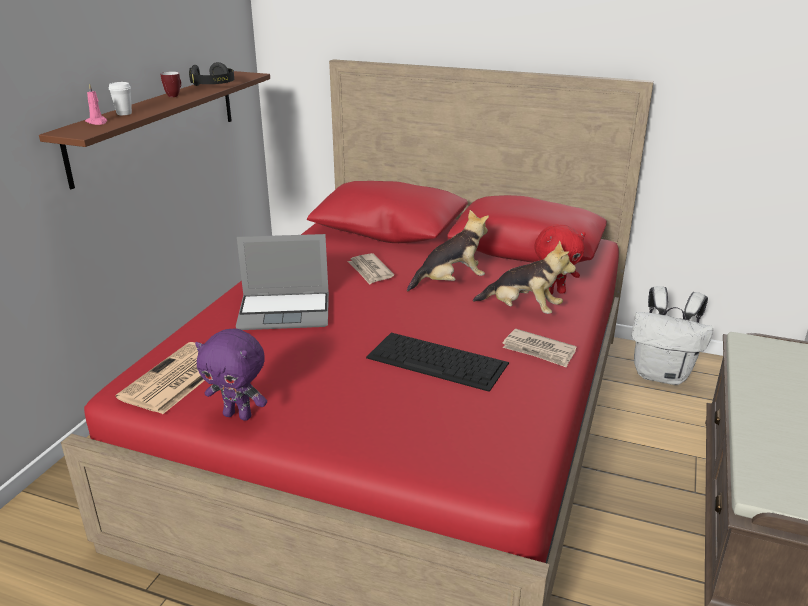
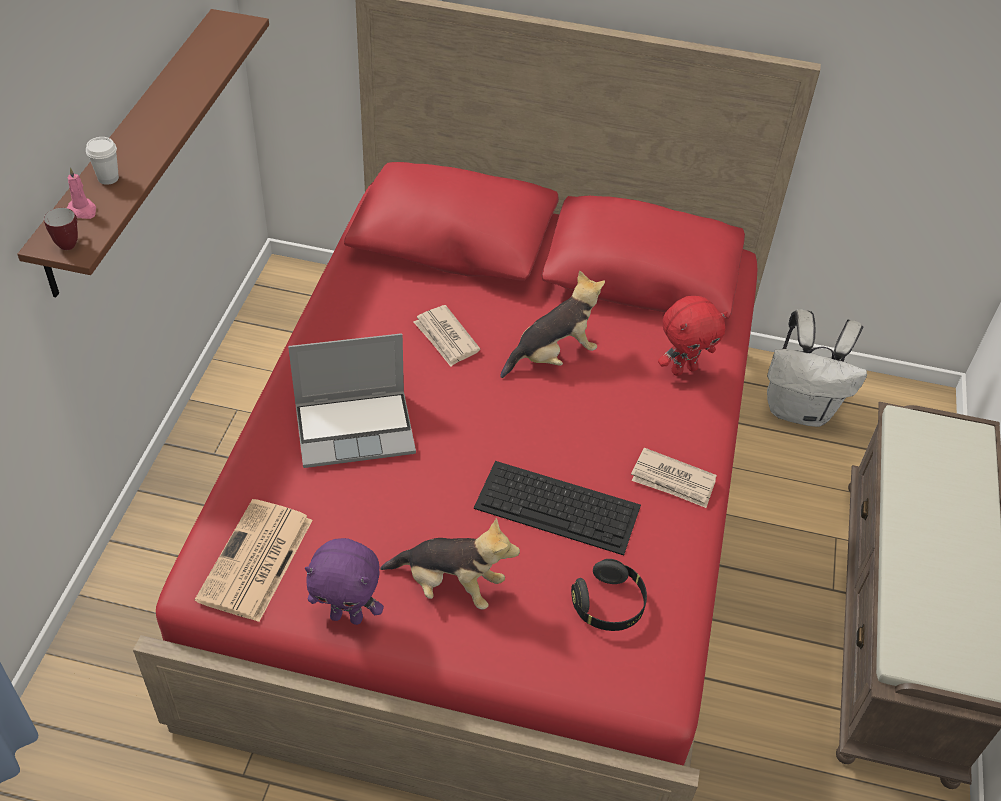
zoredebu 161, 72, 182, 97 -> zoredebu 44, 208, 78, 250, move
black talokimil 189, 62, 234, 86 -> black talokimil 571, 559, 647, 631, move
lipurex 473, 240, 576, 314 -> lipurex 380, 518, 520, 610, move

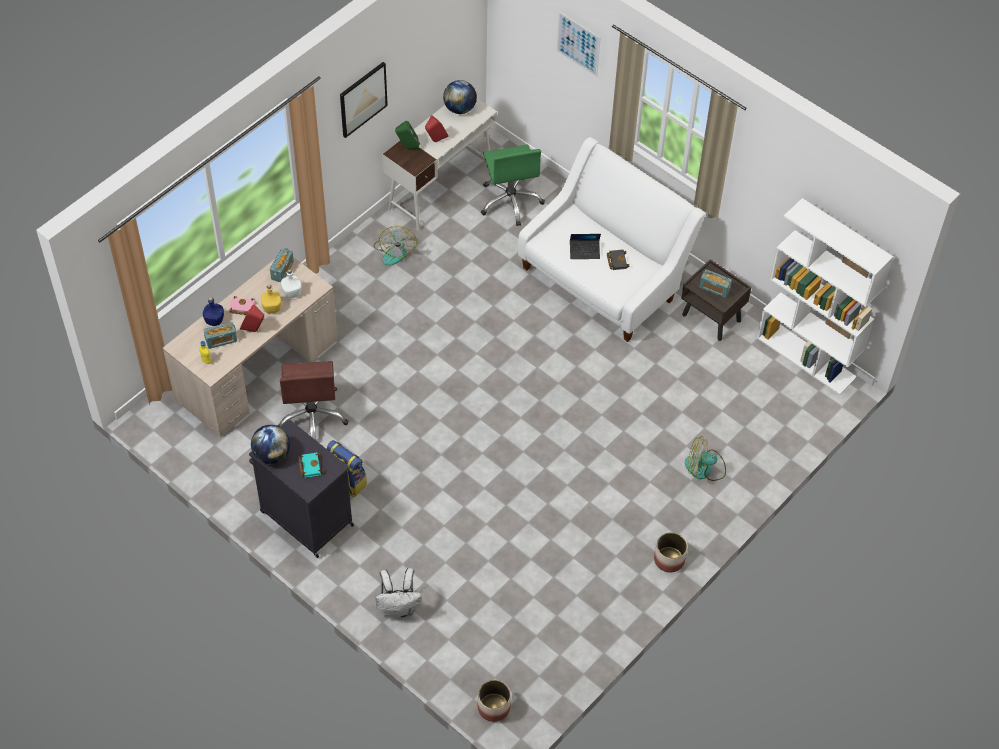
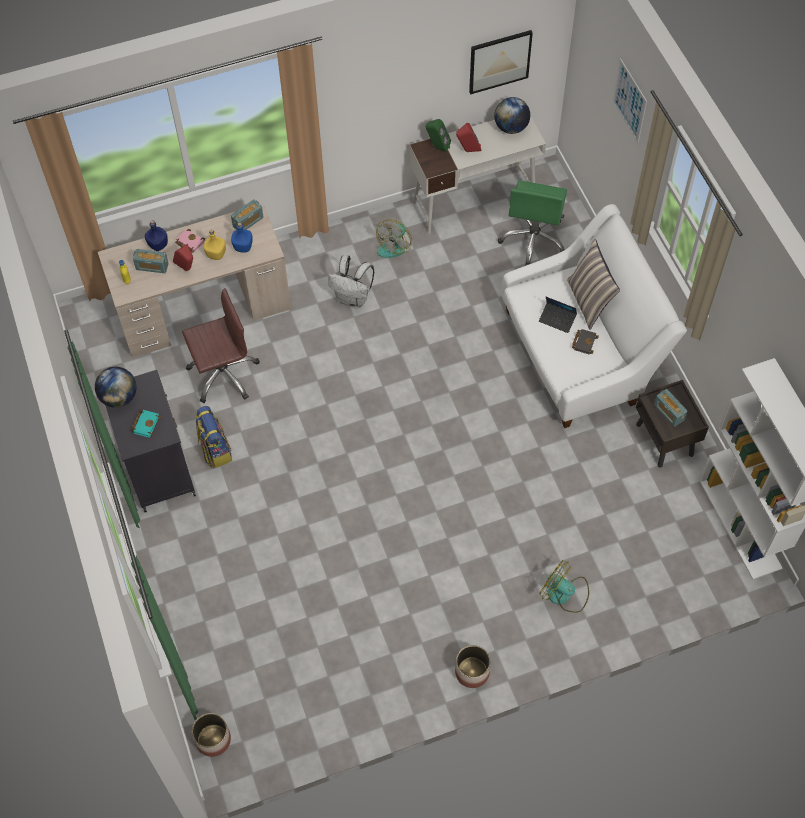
none -> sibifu 567, 239, 620, 330
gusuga 340, 62, 388, 138 -> gusuga 469, 30, 533, 94, move
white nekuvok 376, 568, 422, 619 -> white nekuvok 328, 255, 374, 309, move
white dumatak 281, 269, 301, 298 -> blue dumatak 231, 222, 252, 253
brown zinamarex 277, 361, 349, 440 -> brown zinamarex 182, 288, 260, 403, 135 degrees counterclockwise

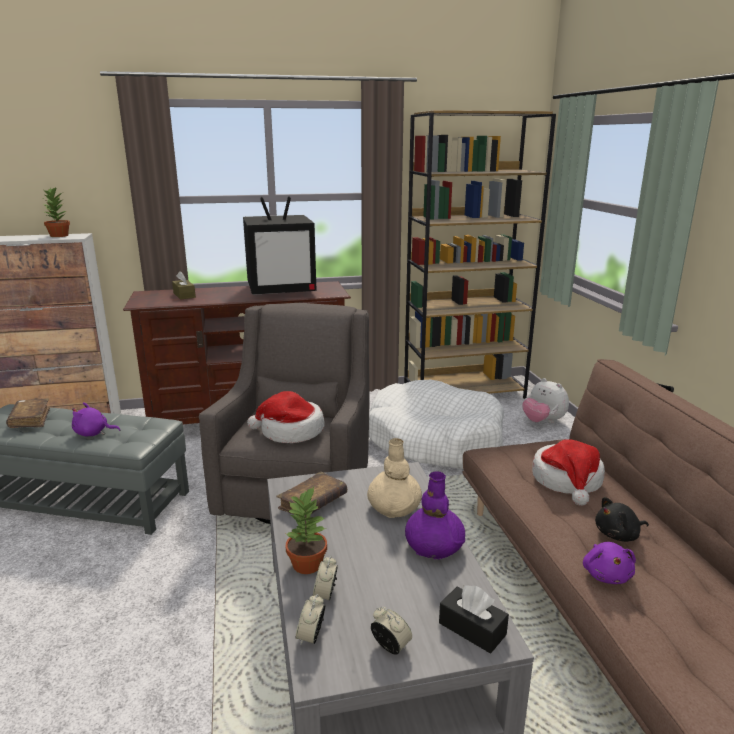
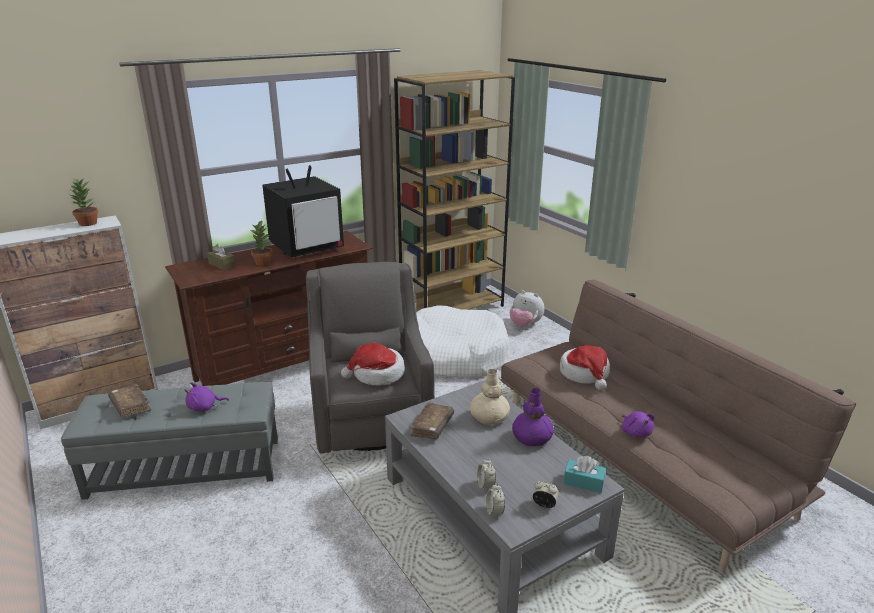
black lipurex 595, 497, 649, 542 -> none
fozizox 284, 487, 327, 574 -> fozizox 250, 220, 273, 265, move
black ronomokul 439, 585, 509, 654 -> turquoise ronomokul 563, 456, 606, 493

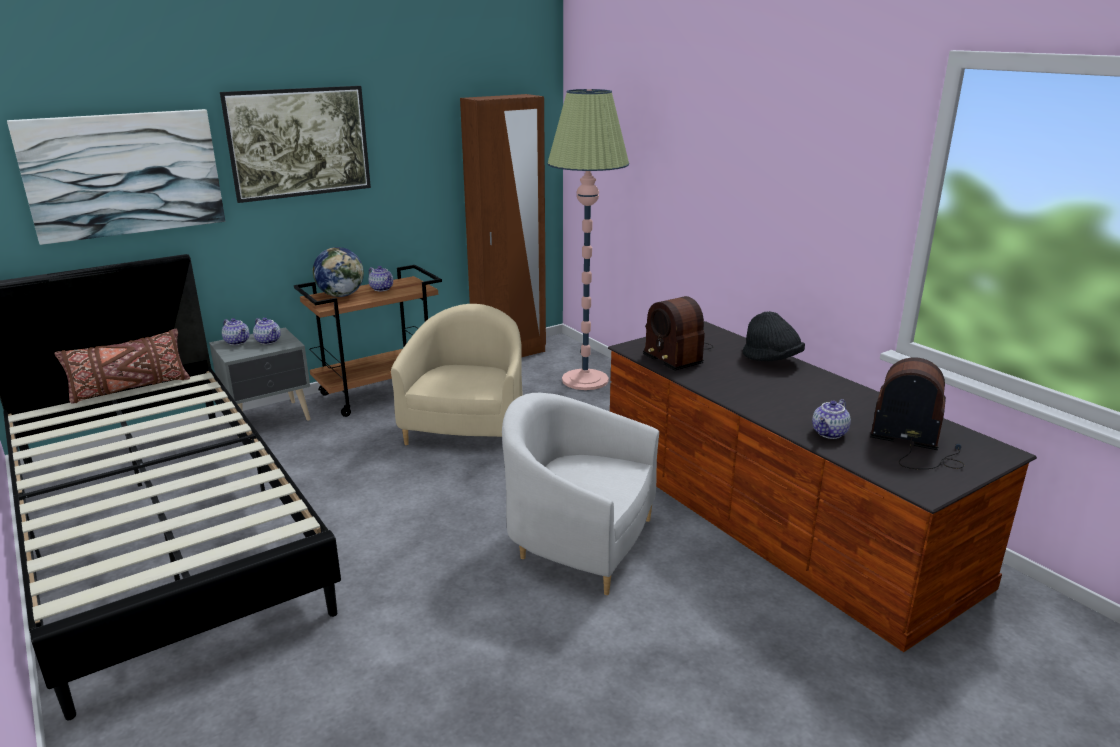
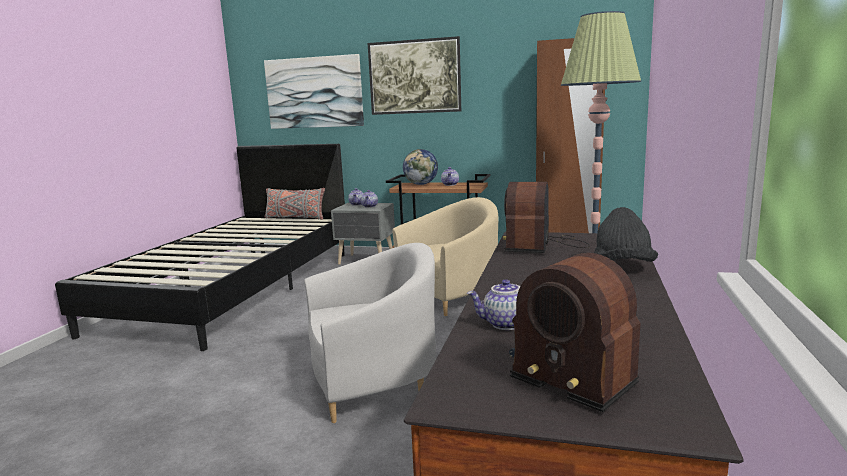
brown sibifu 54, 329, 190, 403 -> grey sibifu 265, 188, 325, 220
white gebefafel 502, 393, 659, 595 -> white gebefafel 304, 243, 436, 423, 90 degrees clockwise
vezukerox 870, 357, 964, 469 -> vezukerox 509, 253, 640, 412, 150 degrees clockwise

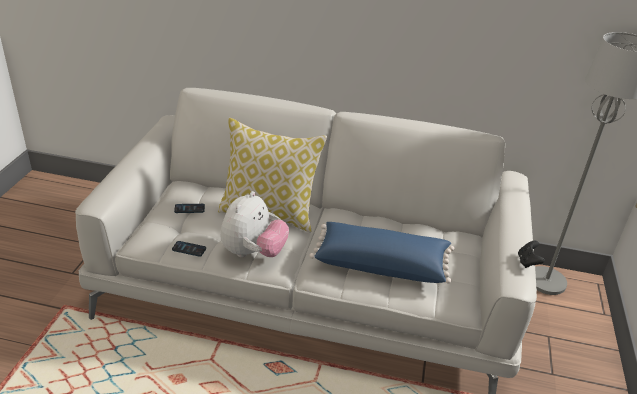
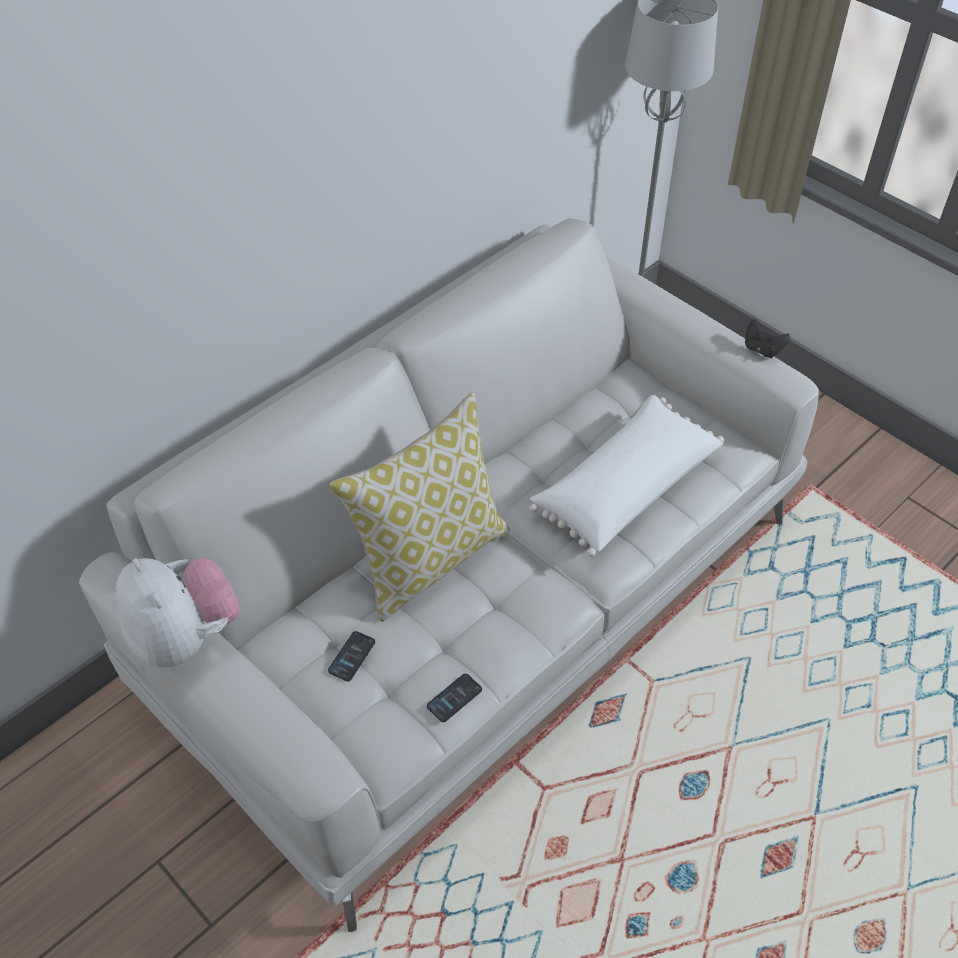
lipurex 221, 191, 289, 257 -> lipurex 115, 558, 240, 667, move
blue sibifu 309, 222, 454, 284 -> white sibifu 529, 395, 724, 557

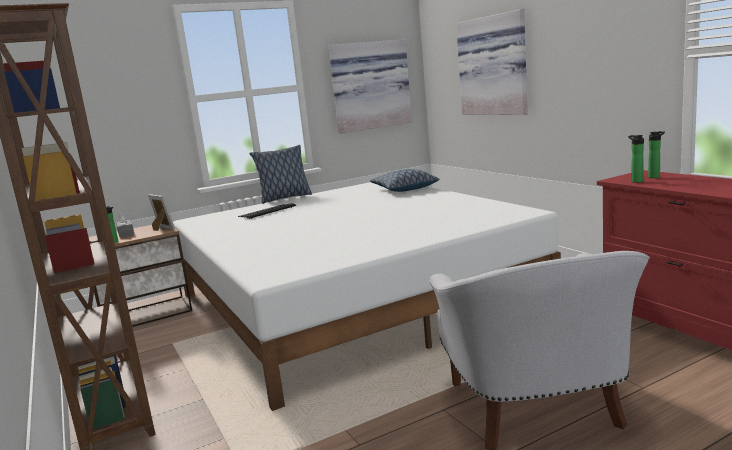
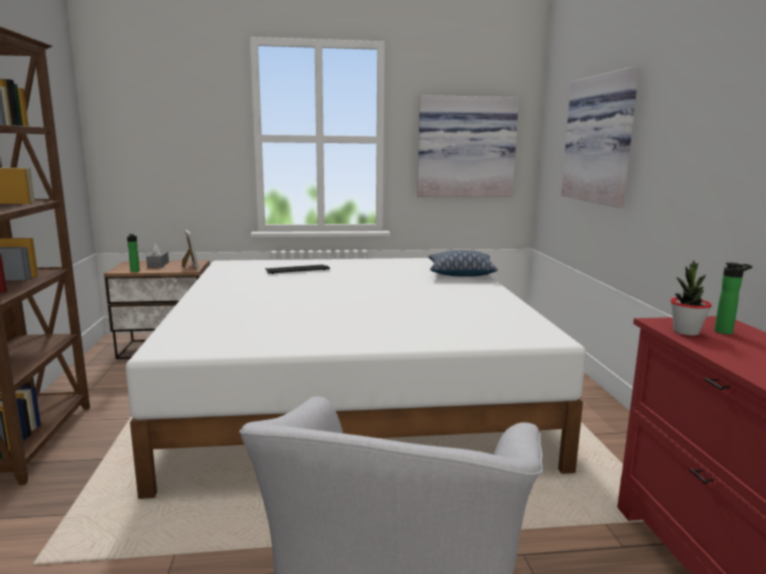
sibifu 250, 145, 312, 204 -> none
dumatak 628, 135, 644, 183 -> fozizox 670, 261, 712, 336

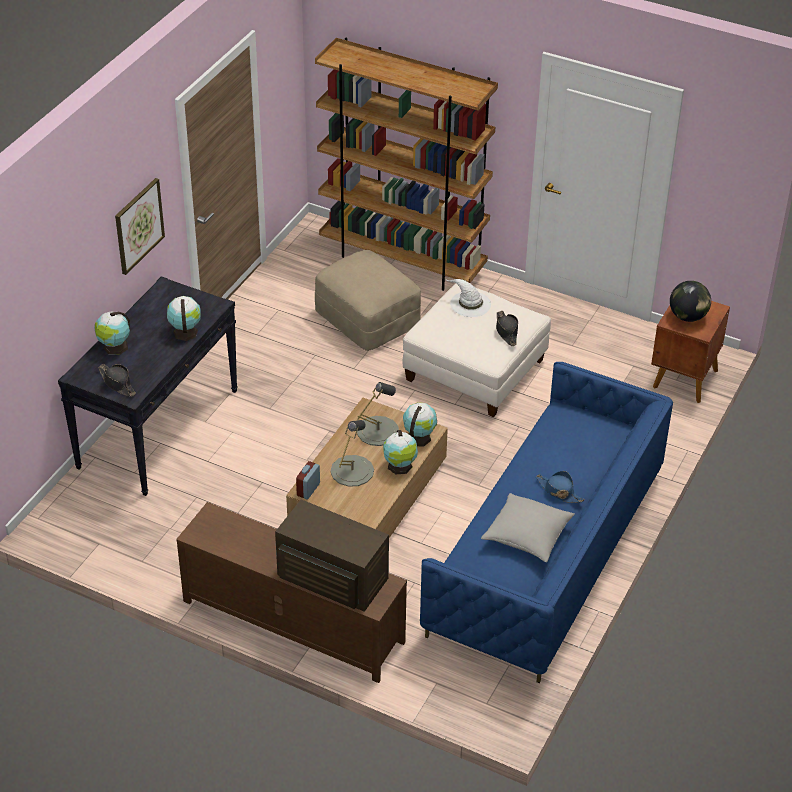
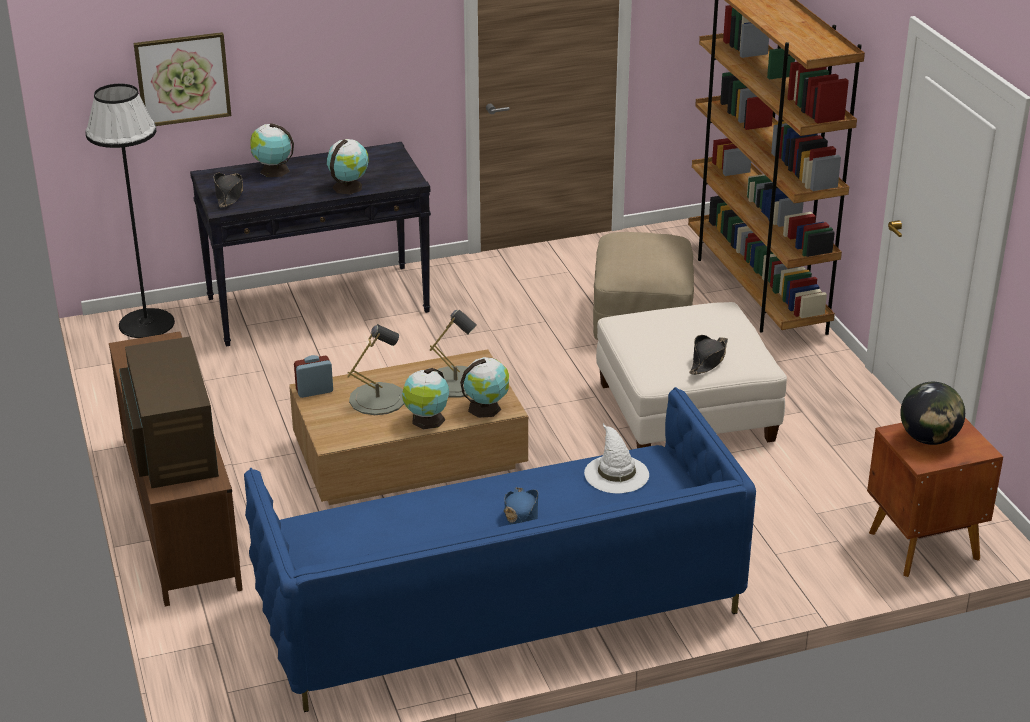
grey sibifu 481, 493, 575, 562 -> none
none -> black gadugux 86, 84, 175, 338
gusuga 115, 178, 165, 275 -> gusuga 134, 32, 231, 126, move
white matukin 445, 279, 491, 317 -> white matukin 584, 423, 649, 493, move

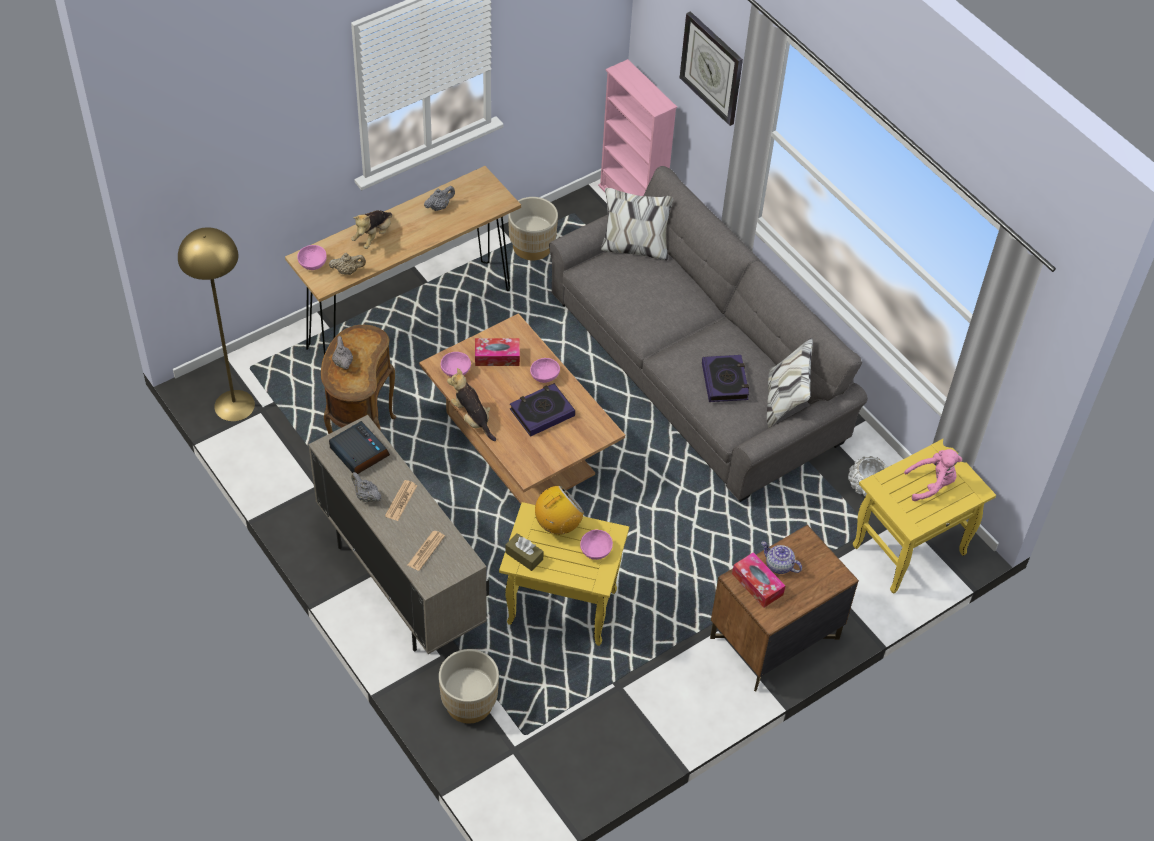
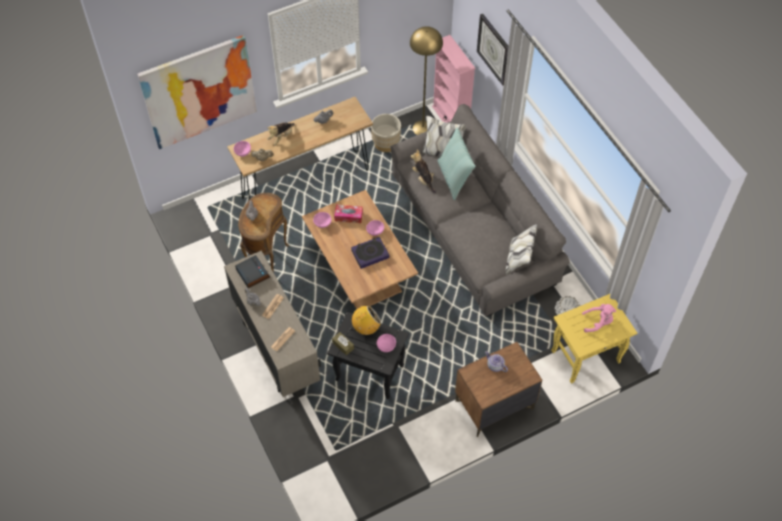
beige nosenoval 439, 649, 499, 724 -> none
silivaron 702, 355, 749, 402 -> none
ronomokul 732, 552, 785, 608 -> none
none -> gusuga 137, 35, 257, 149
none -> sibifu 437, 127, 475, 200
yellow gadugux 178, 227, 255, 421 -> yellow gadugux 410, 26, 443, 135, move
lipurex 447, 368, 496, 441 -> lipurex 411, 150, 436, 193, move
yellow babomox 499, 502, 629, 646 -> black babomox 327, 312, 409, 399

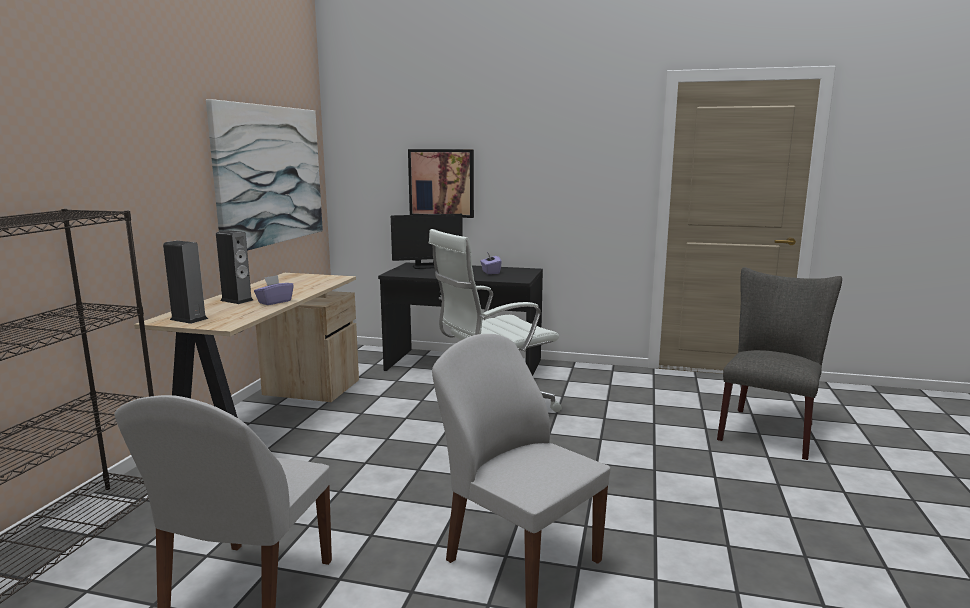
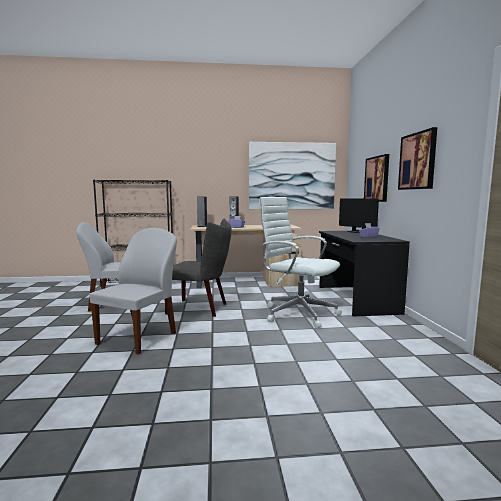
none -> gusuga 398, 127, 437, 190
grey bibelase 717, 267, 842, 460 -> grey bibelase 165, 219, 232, 317, move

